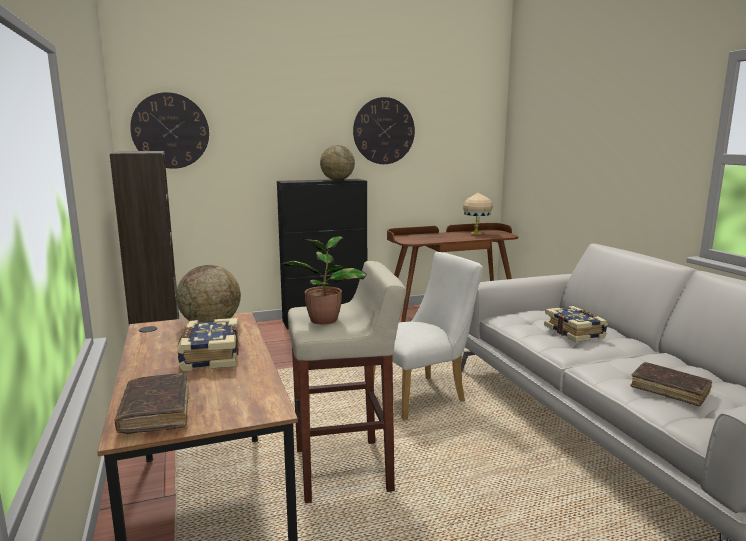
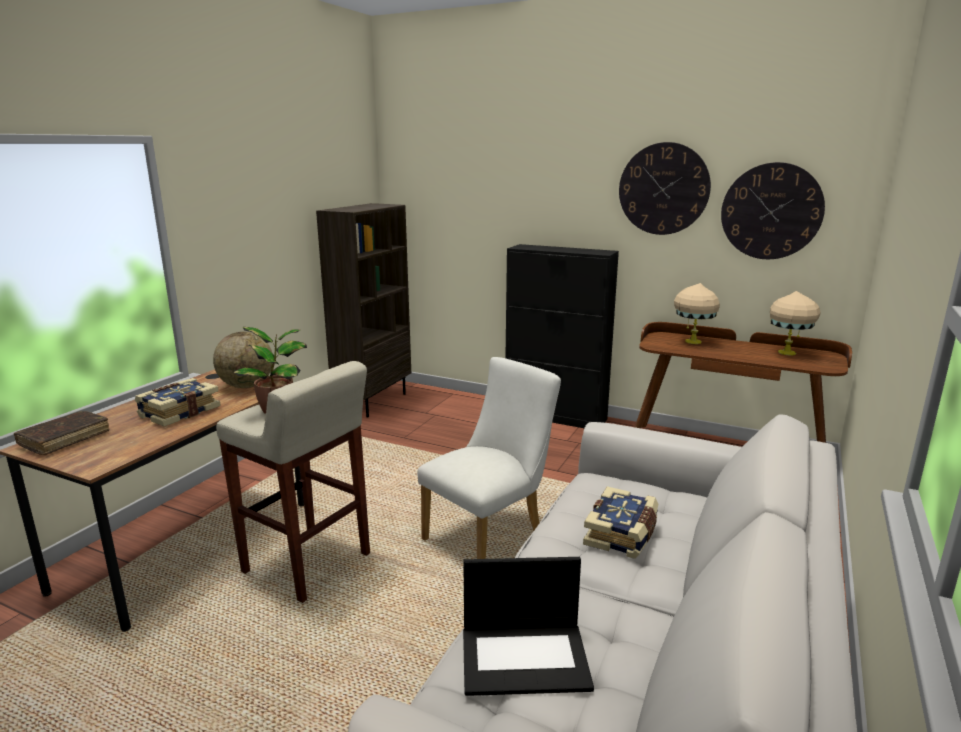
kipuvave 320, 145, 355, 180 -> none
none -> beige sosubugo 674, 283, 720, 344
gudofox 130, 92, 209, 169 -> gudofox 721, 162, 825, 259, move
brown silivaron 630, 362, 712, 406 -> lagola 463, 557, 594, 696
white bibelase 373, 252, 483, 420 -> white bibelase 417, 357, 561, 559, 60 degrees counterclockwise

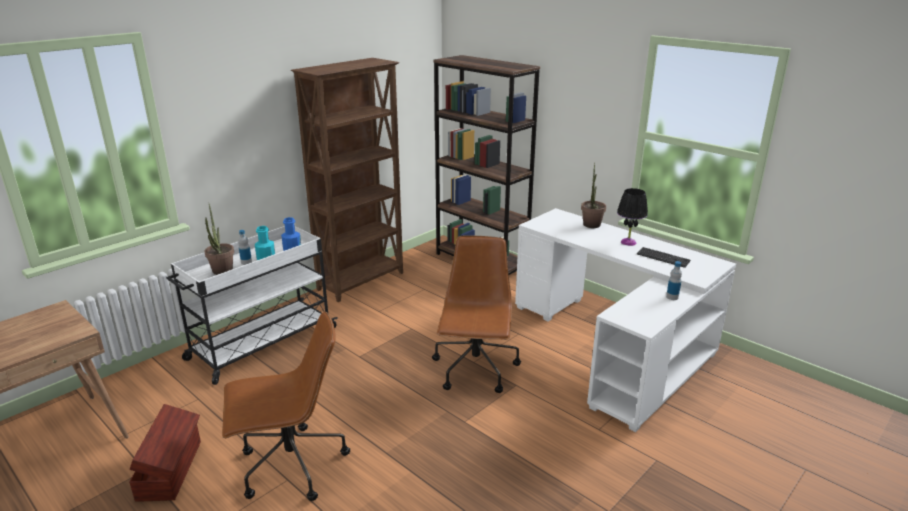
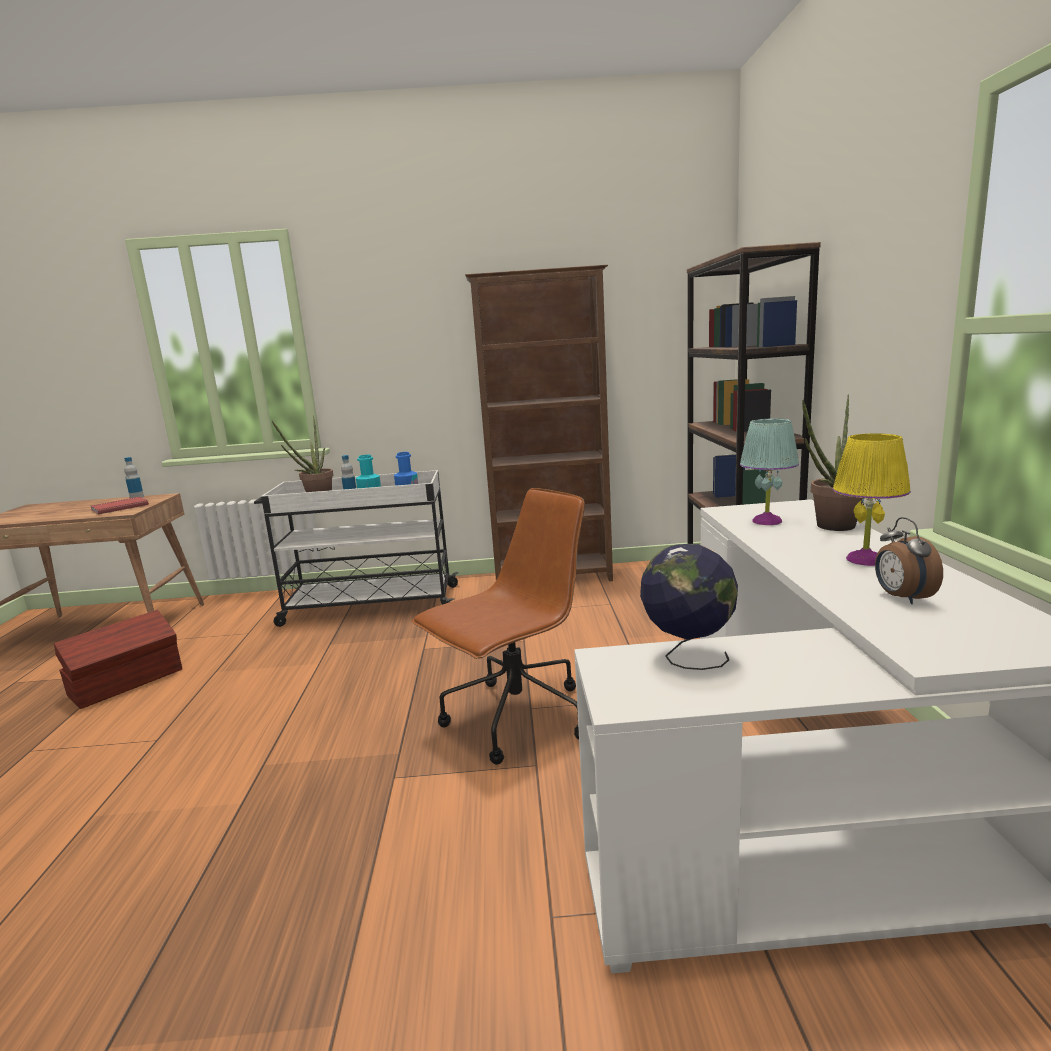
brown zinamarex 222, 311, 350, 501 -> none
none -> red silivaron 91, 497, 149, 514
none -> kipuvave 640, 544, 738, 670
none -> turquoise sosubugo 740, 419, 799, 525
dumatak 666, 261, 682, 300 -> dumatak 124, 457, 144, 498, move
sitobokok 637, 247, 691, 268 -> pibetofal 875, 517, 943, 604
black sosubugo 617, 188, 648, 246 -> yellow sosubugo 833, 433, 911, 566

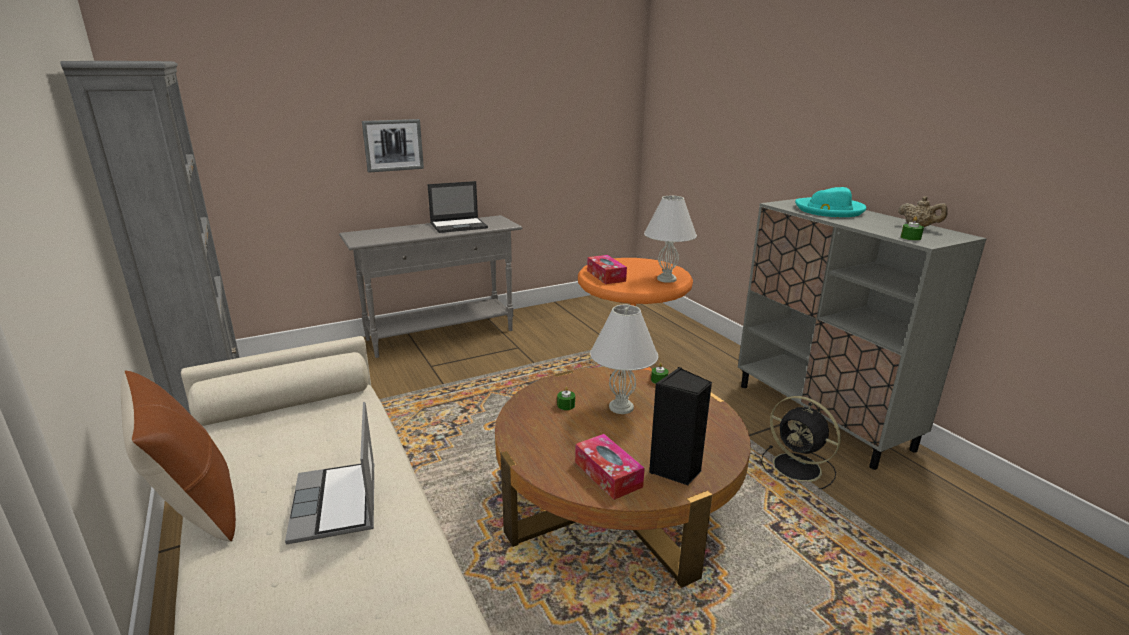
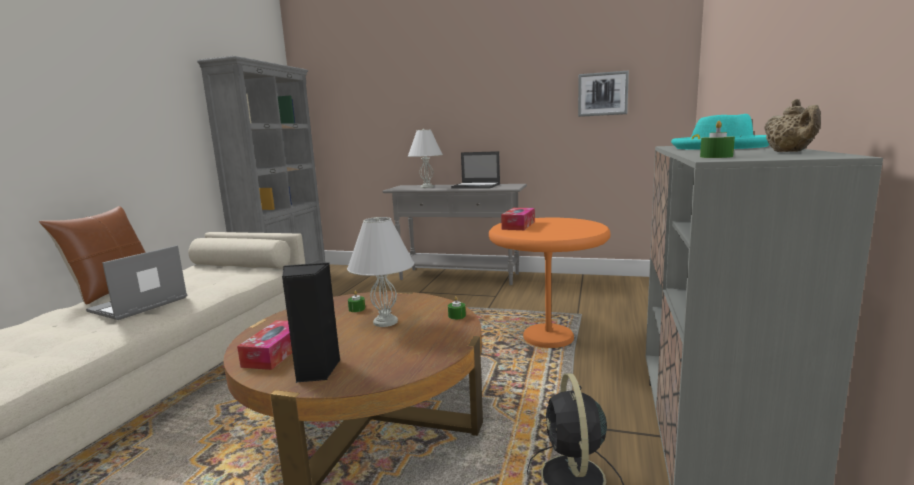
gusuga 362, 119, 424, 173 -> gusuga 578, 70, 629, 117, move
white sosubugo 644, 195, 697, 283 -> white sosubugo 408, 129, 443, 188, move

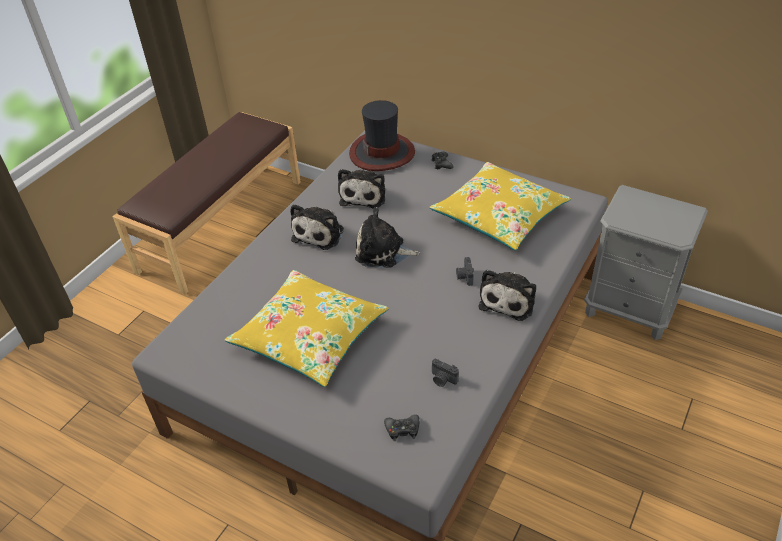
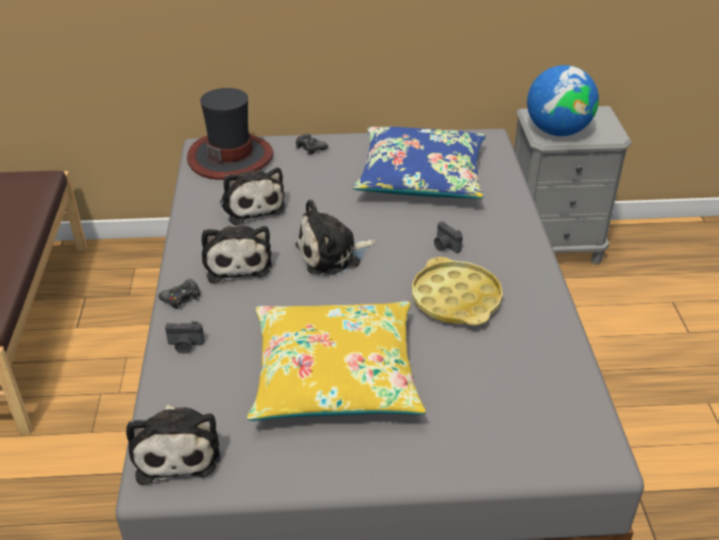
none -> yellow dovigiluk 412, 257, 503, 326
none -> kipuvave 527, 65, 599, 136
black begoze 384, 415, 419, 441 -> black begoze 158, 279, 200, 309, move
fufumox 432, 359, 459, 387 -> fufumox 165, 321, 204, 354, move
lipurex 479, 269, 536, 321 -> lipurex 126, 405, 220, 485, move
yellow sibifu 430, 162, 571, 250 -> blue sibifu 352, 127, 486, 199

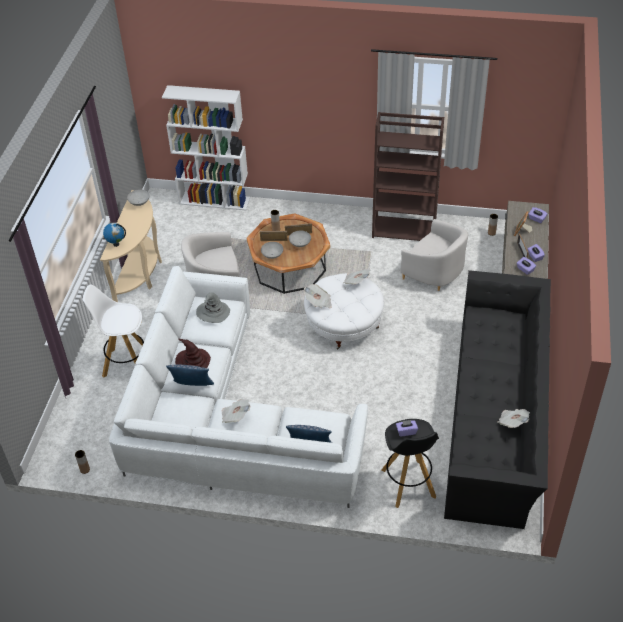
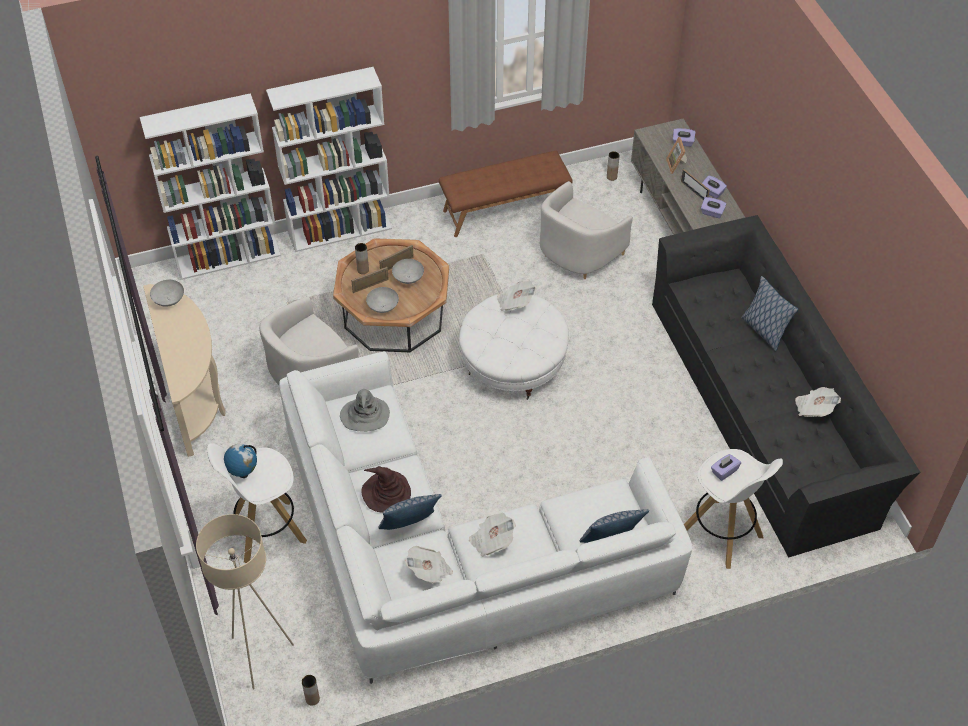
none -> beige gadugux 196, 514, 294, 689
none -> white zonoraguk 266, 67, 392, 252
none -> sibifu 741, 276, 799, 351
kipuvave 103, 223, 126, 247 -> kipuvave 224, 444, 257, 478, move
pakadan 304, 284, 332, 308 -> pakadan 405, 546, 453, 583, move
brown zonoraguk 372, 112, 444, 241 -> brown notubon 439, 151, 573, 237
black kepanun 381, 419, 439, 508 -> white kepanun 684, 449, 783, 569
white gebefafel 400, 219, 468, 291 -> white gebefafel 540, 181, 633, 279, 120 degrees clockwise

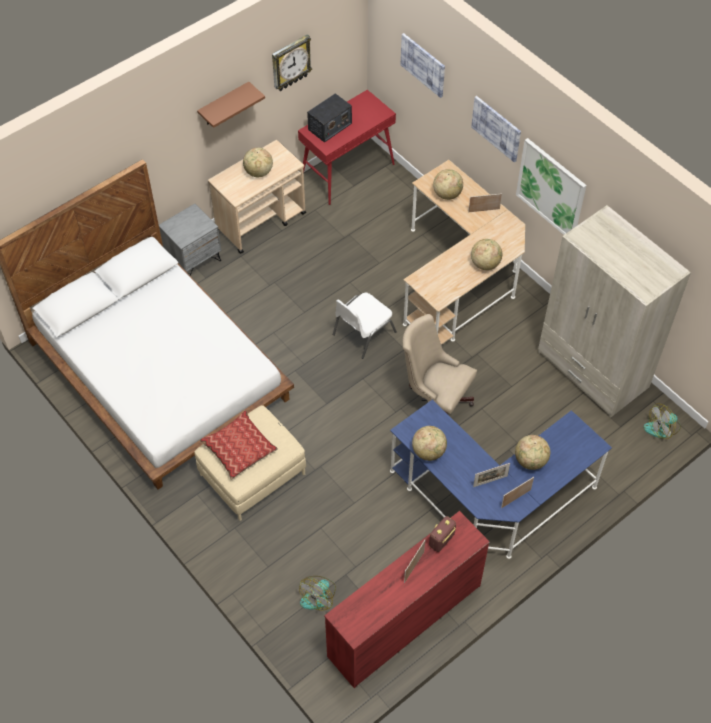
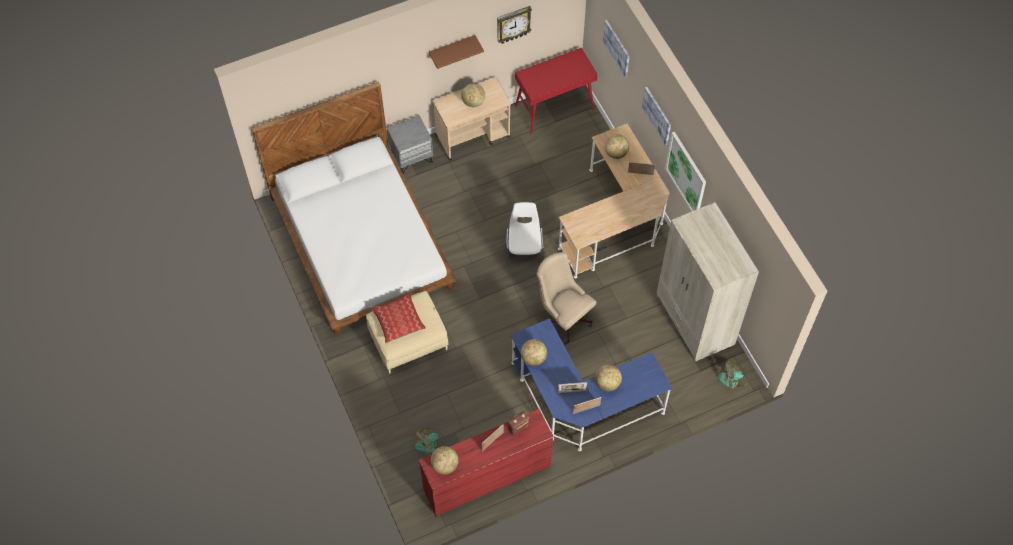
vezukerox 307, 93, 352, 143 -> none
kipuvave 471, 239, 502, 270 -> kipuvave 431, 446, 459, 474, move
white bibelase 333, 293, 397, 359 -> white bibelase 506, 202, 544, 266, 120 degrees clockwise

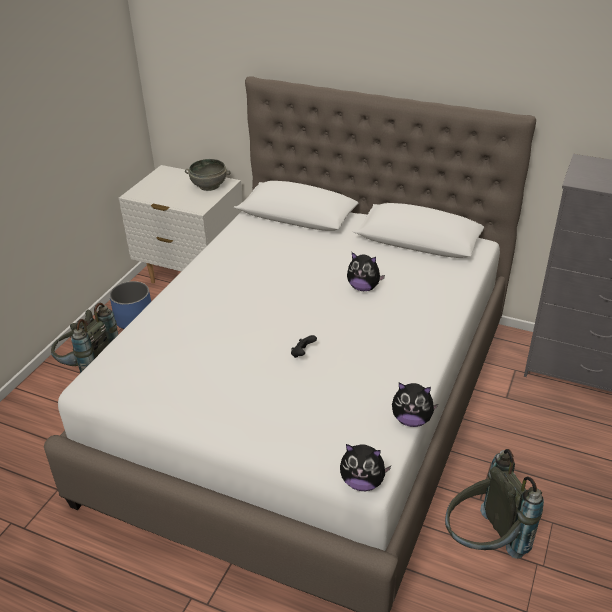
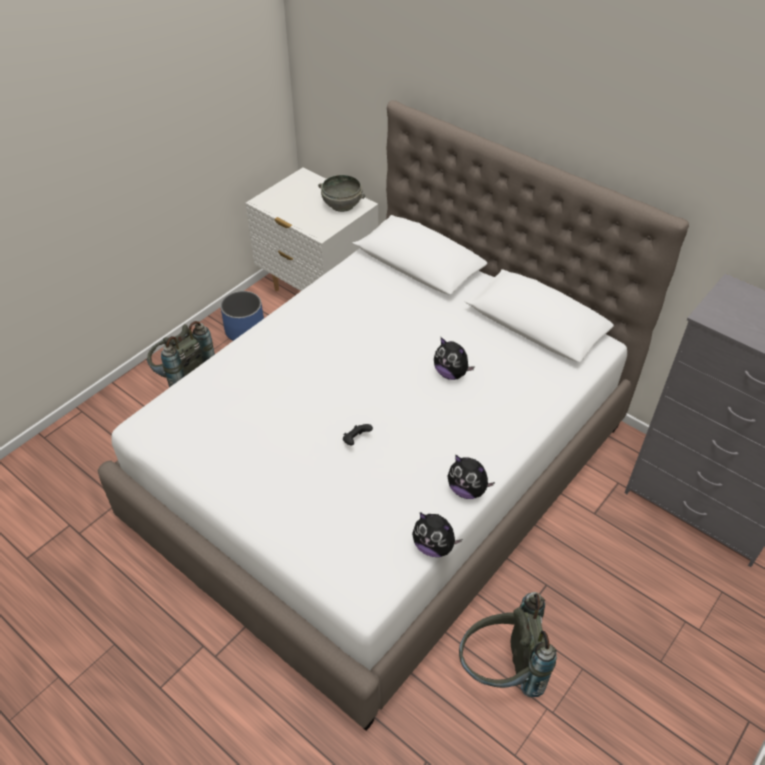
lipurex 340, 444, 391, 491 -> lipurex 447, 455, 495, 499, move

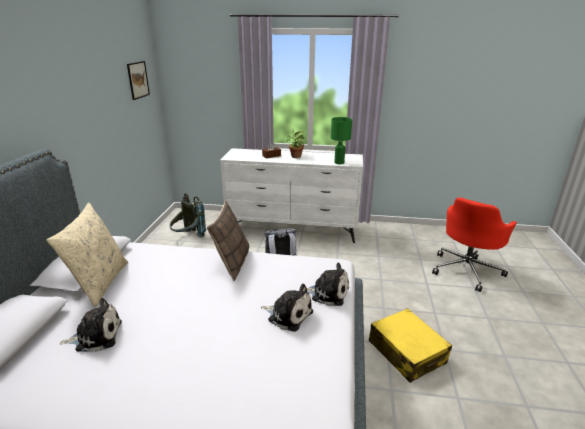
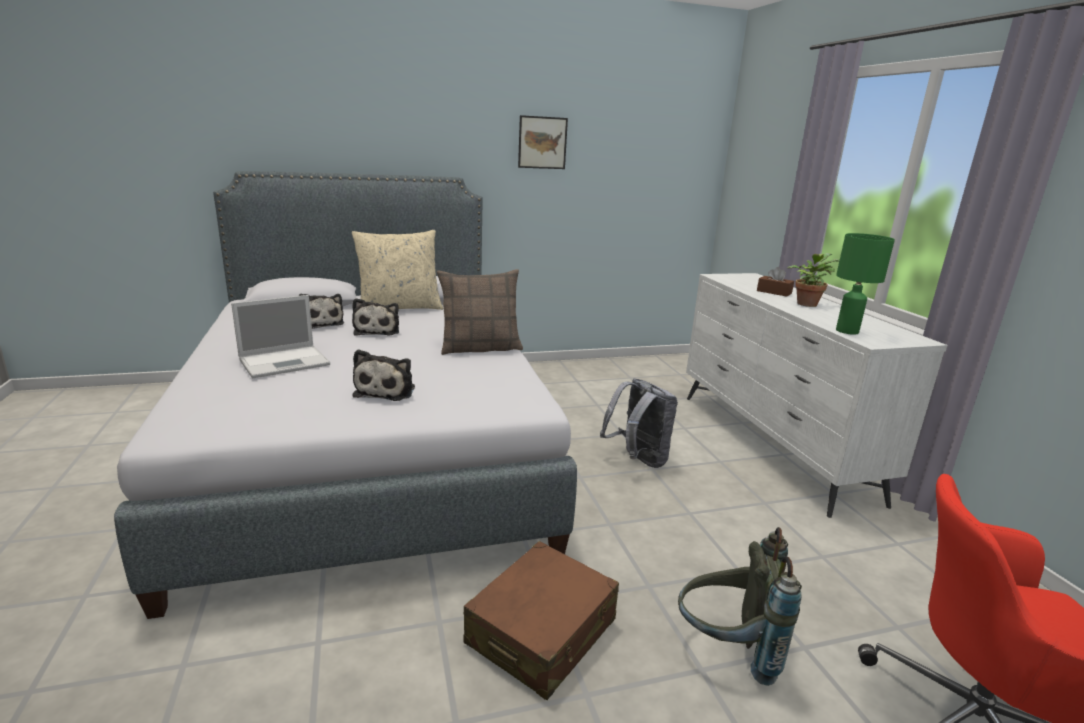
none -> lagola 231, 295, 330, 379
gusuga 127, 61, 150, 100 -> gusuga 518, 115, 568, 169, move
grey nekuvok 170, 193, 206, 237 -> grey nekuvok 678, 527, 802, 686, move
lipurex 307, 263, 349, 306 -> lipurex 352, 298, 399, 336, move
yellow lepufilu 369, 308, 452, 383 -> brown lepufilu 464, 541, 619, 700

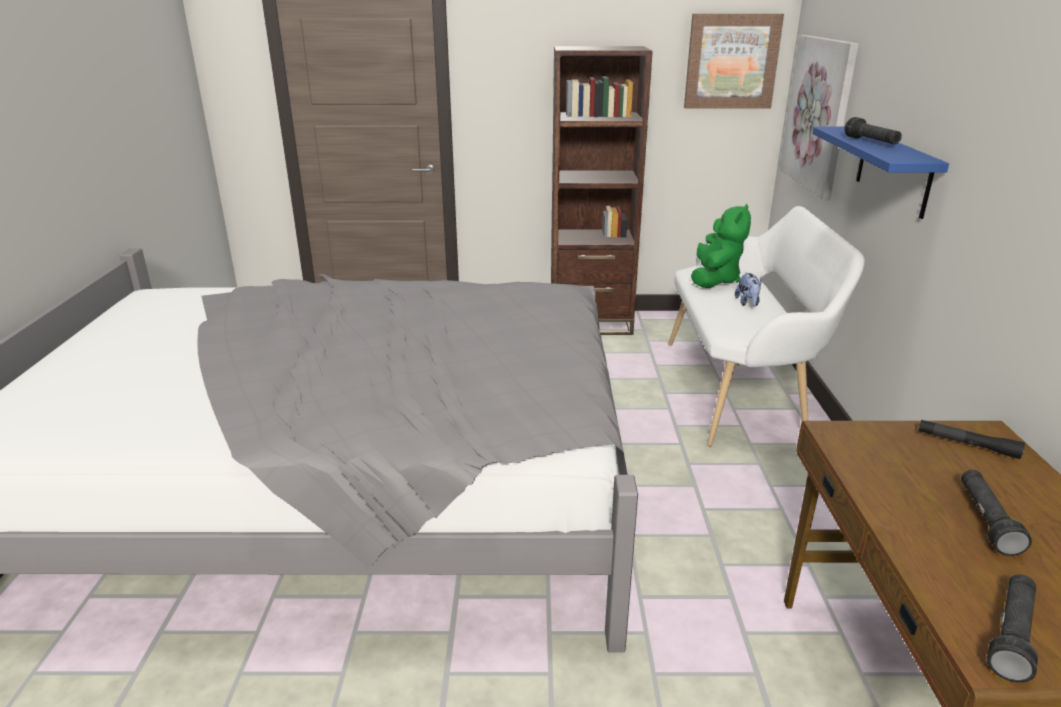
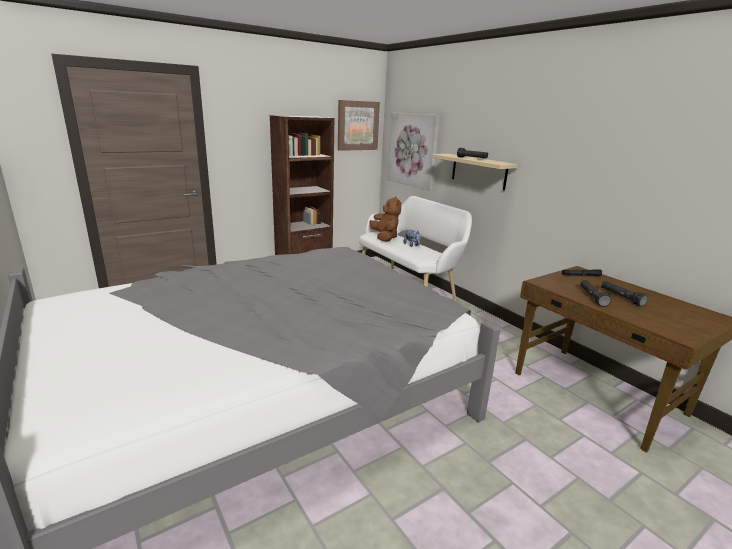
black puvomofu 987, 575, 1038, 683 -> black puvomofu 580, 280, 612, 307, move
green lipurex 691, 204, 751, 288 -> brown lipurex 369, 196, 401, 242
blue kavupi 812, 126, 949, 219 -> beige kavupi 432, 154, 518, 190

